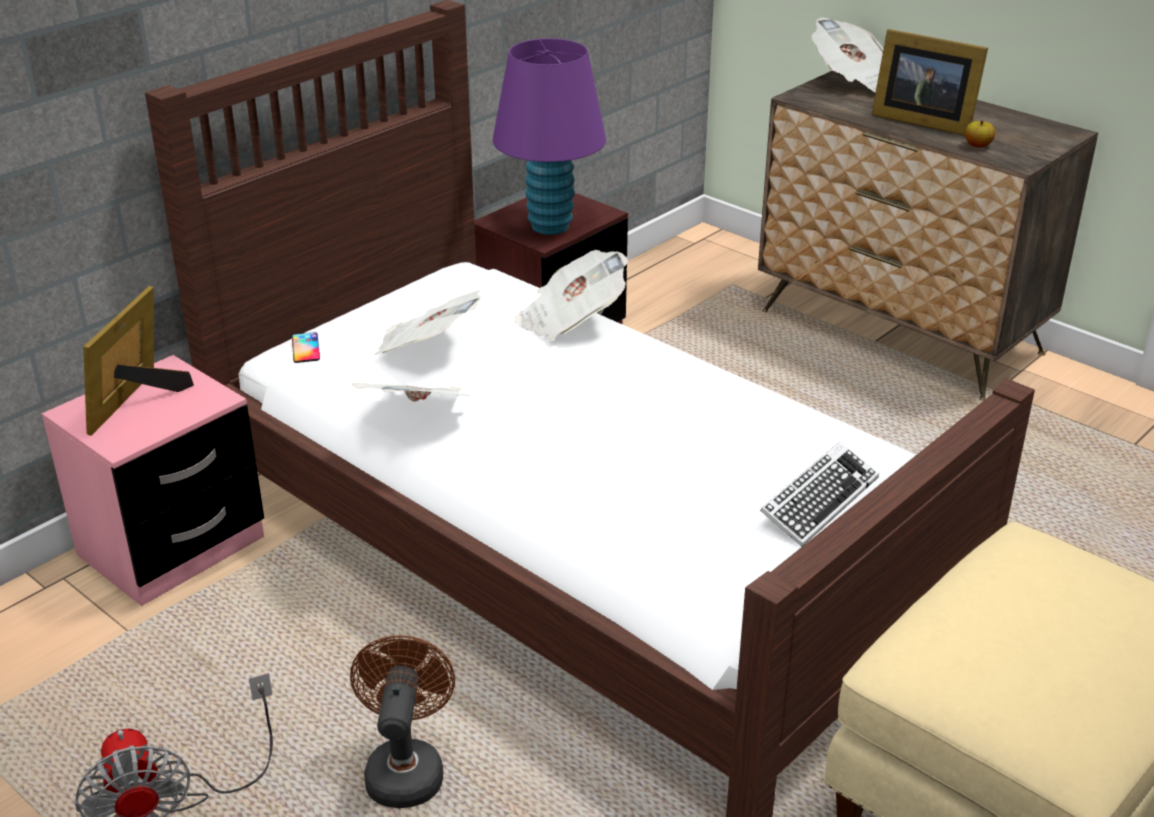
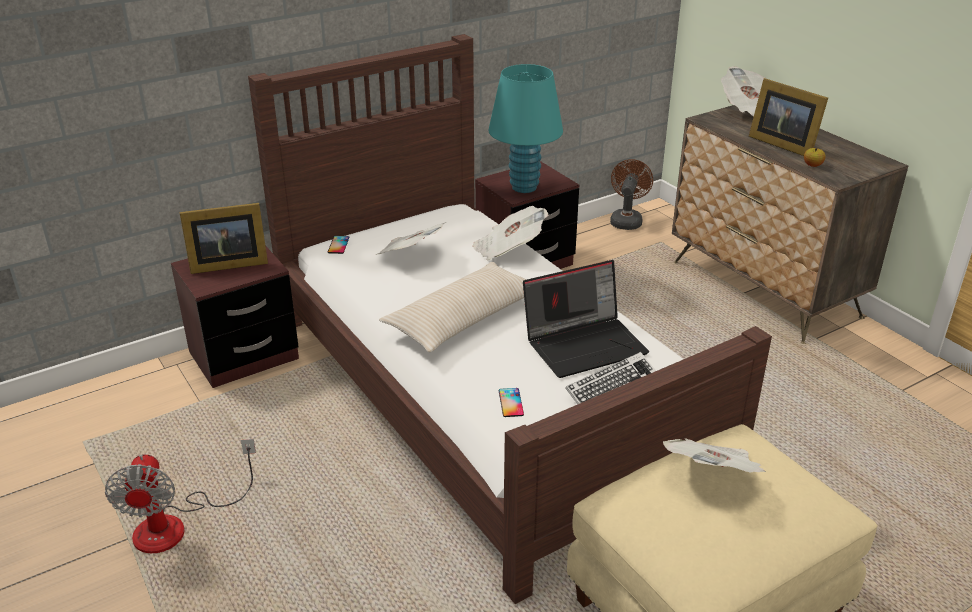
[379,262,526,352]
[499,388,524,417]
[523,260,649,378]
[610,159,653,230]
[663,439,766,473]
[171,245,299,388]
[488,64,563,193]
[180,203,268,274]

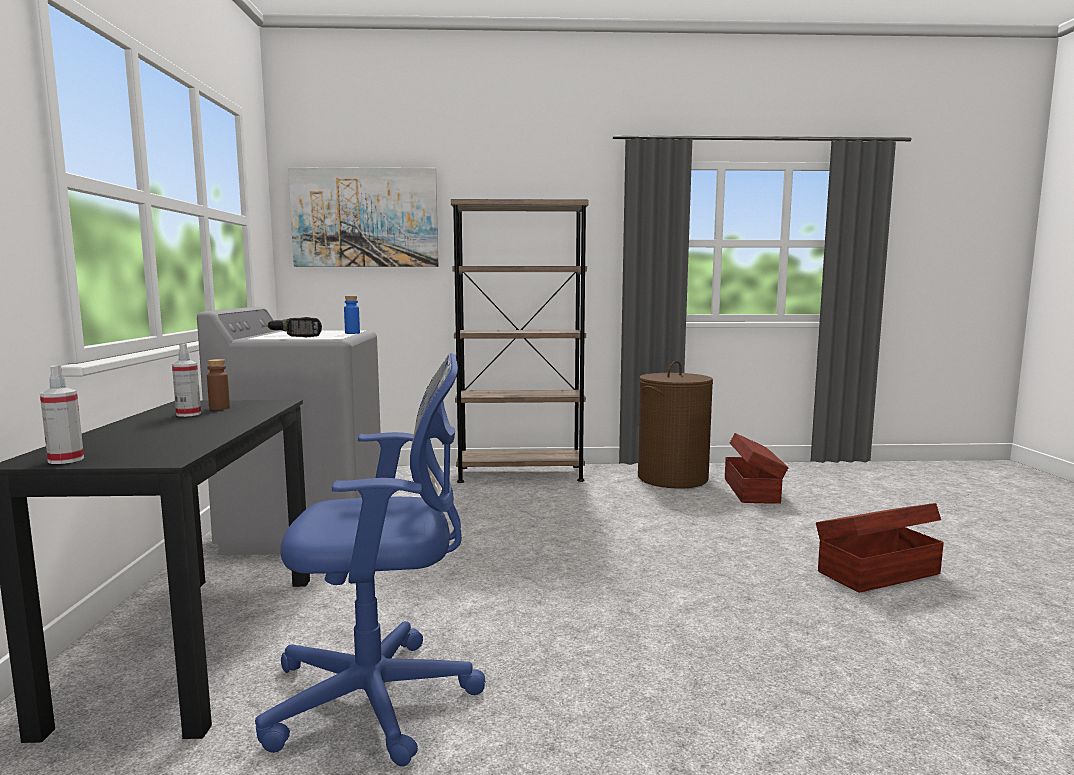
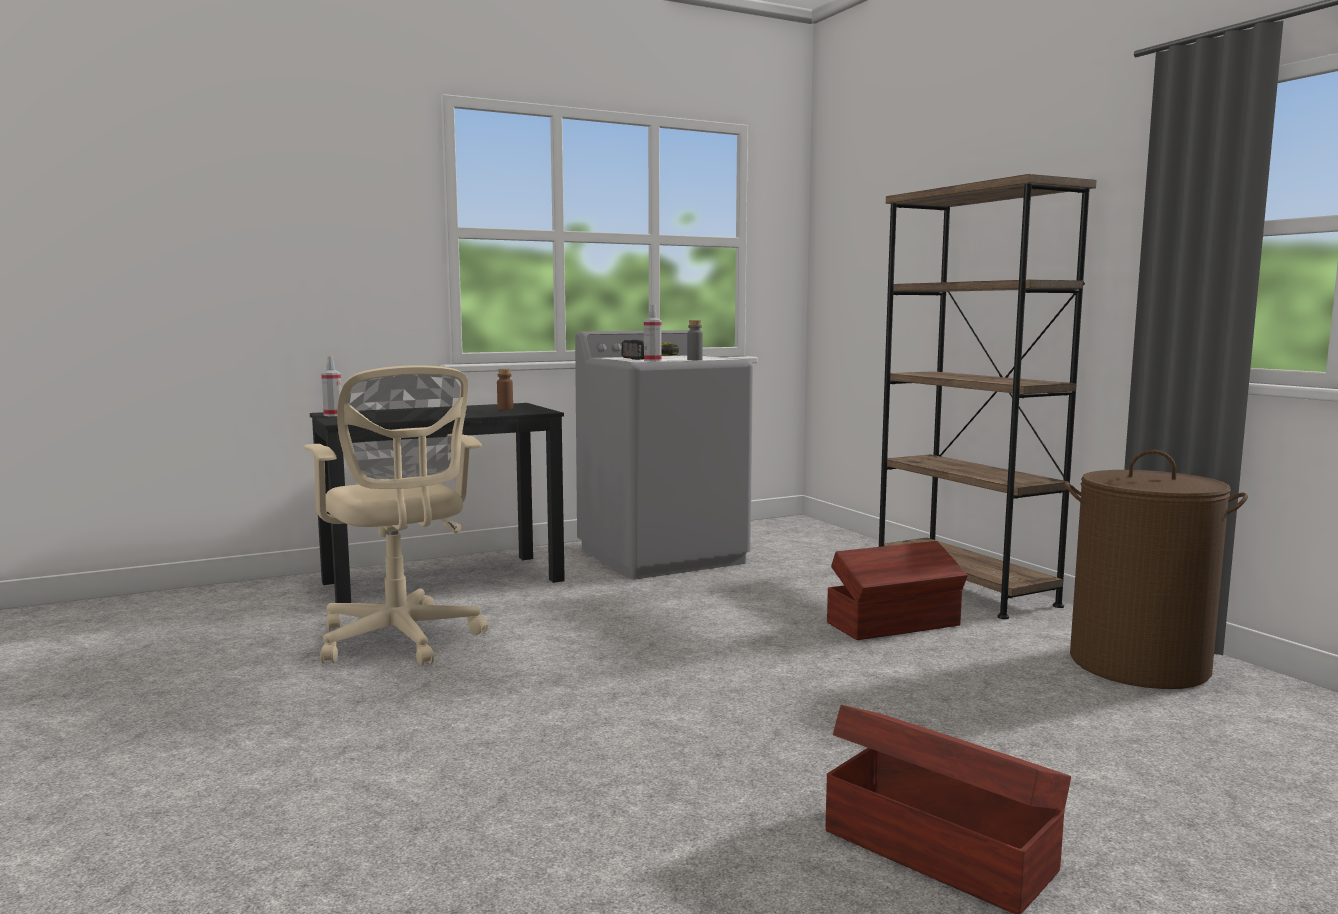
[288,167,438,267] (first image)
[644,305,661,362]
[827,541,968,640]
[304,365,488,666]
[687,320,703,360]

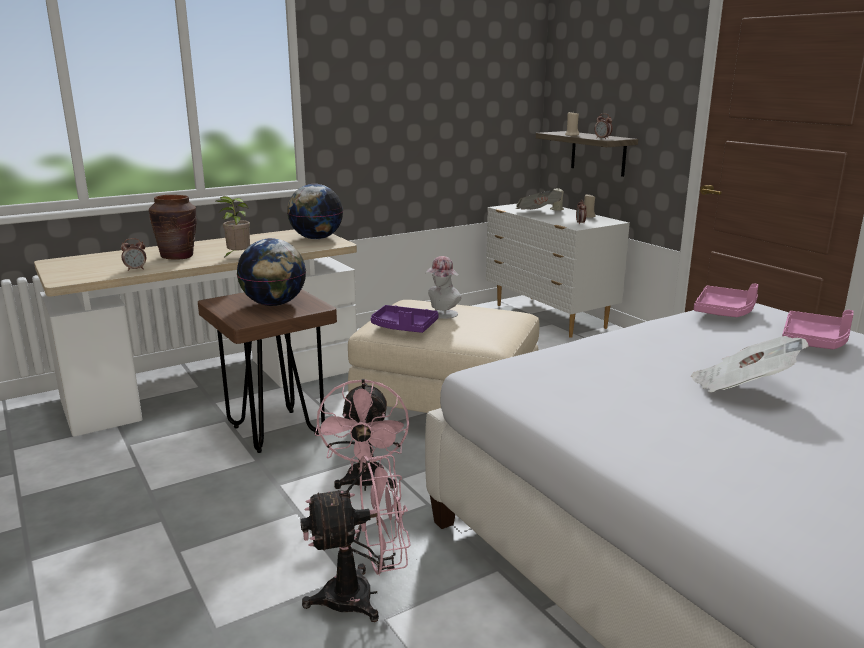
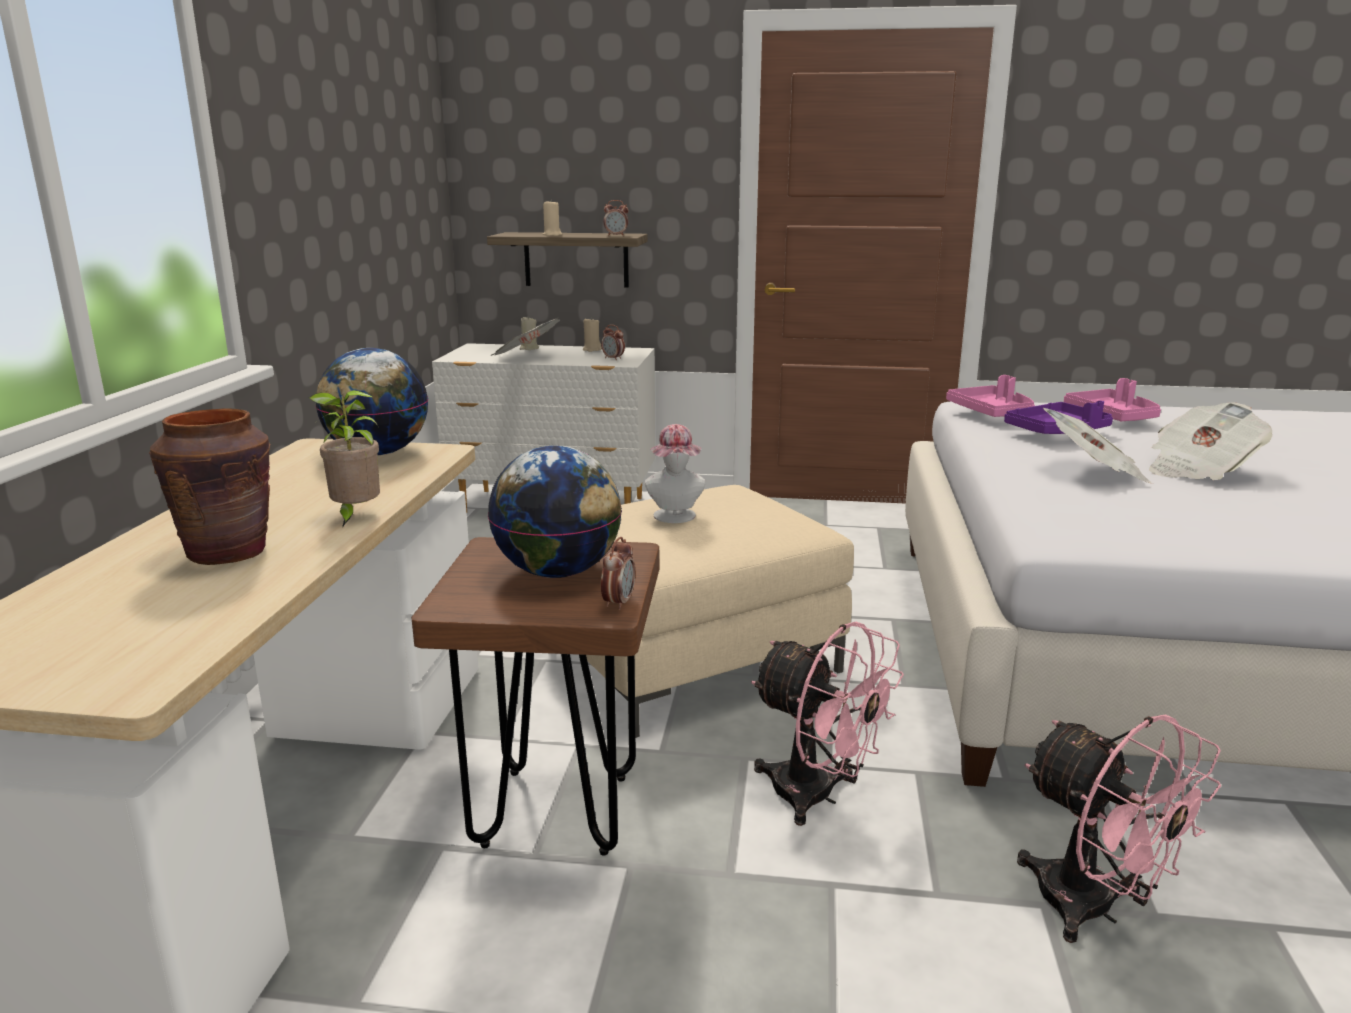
[1043,408,1153,484]
[601,537,635,611]
[1004,401,1113,434]
[1017,714,1221,943]

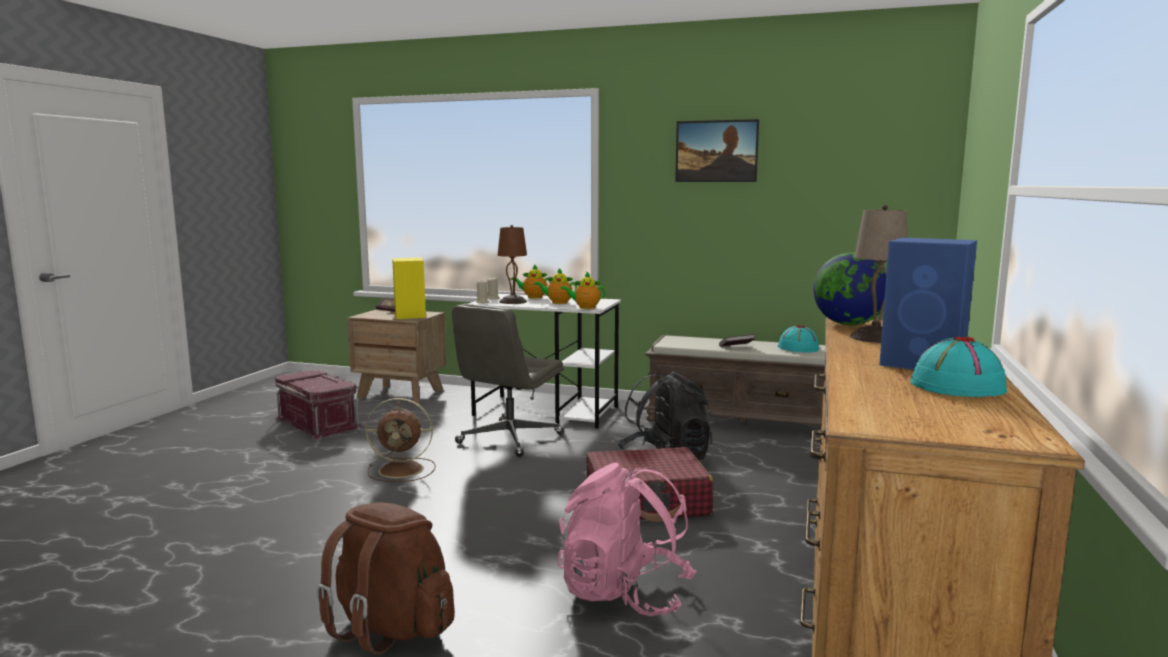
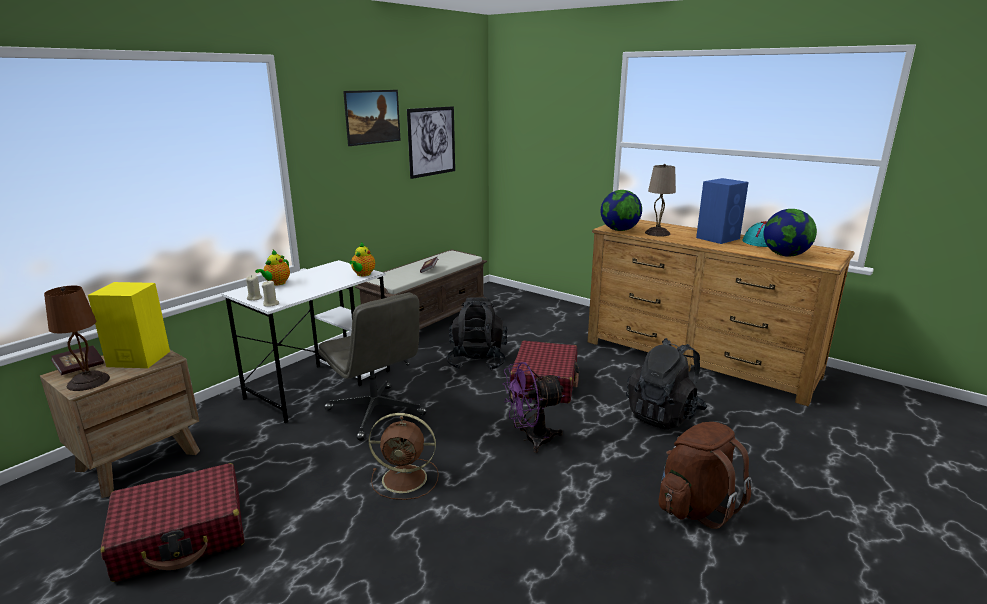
[534,268,577,304] (first image)
[778,325,819,352] (first image)
[407,106,455,179]
[503,362,565,453]
[764,209,817,257]
[44,286,110,391]
[101,463,245,582]
[626,338,707,430]
[368,413,439,500]

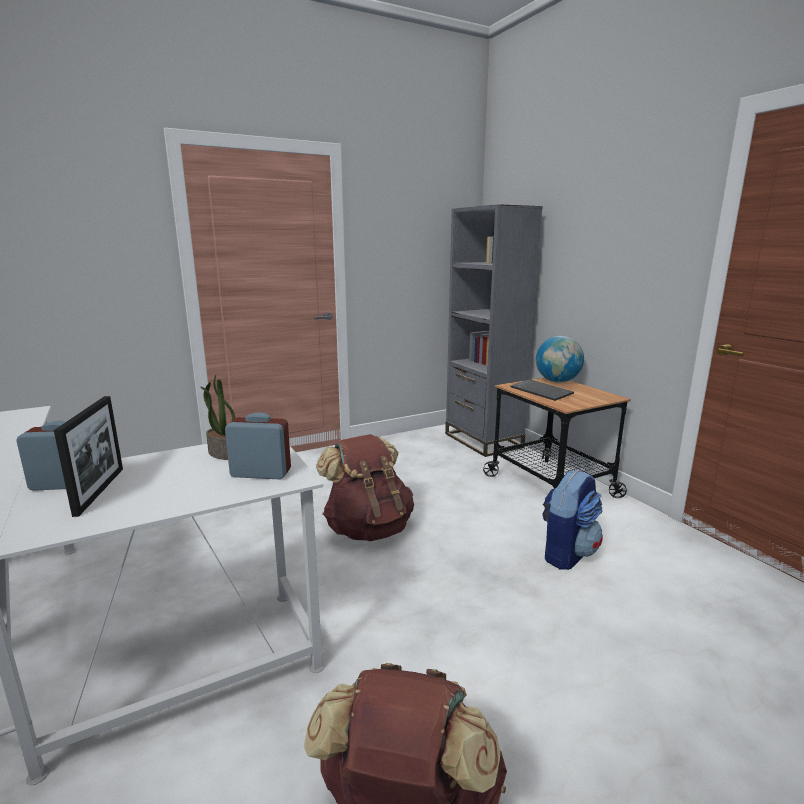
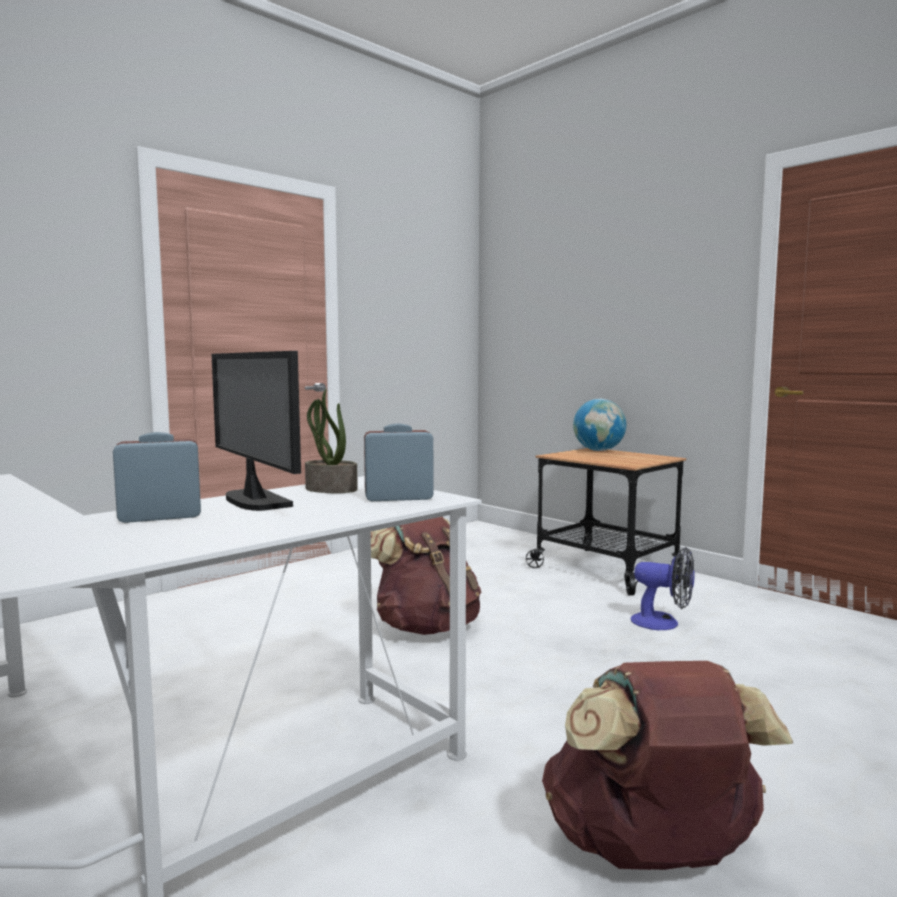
[54,396,123,517] (first image)
[445,204,543,457] (first image)
[511,379,574,401] (first image)
[212,351,301,511]
[631,547,695,630]

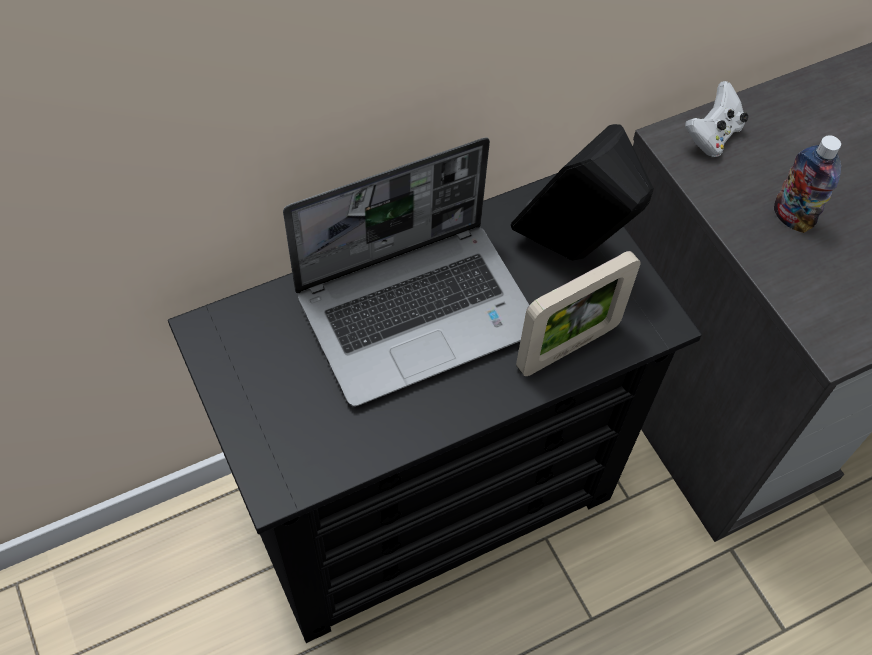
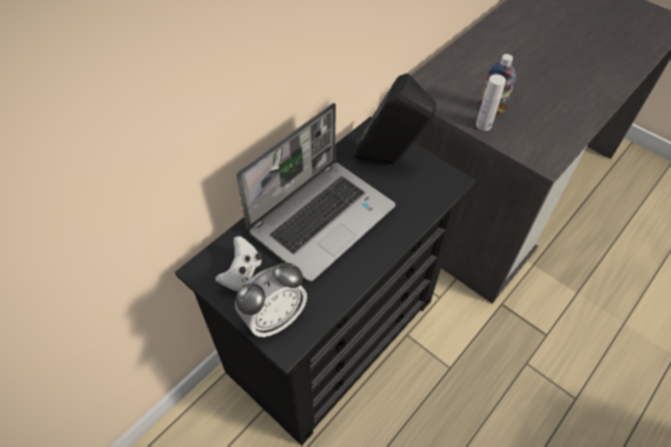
[516,251,641,376] (first image)
[235,262,307,338]
[476,74,506,131]
[215,236,262,292]

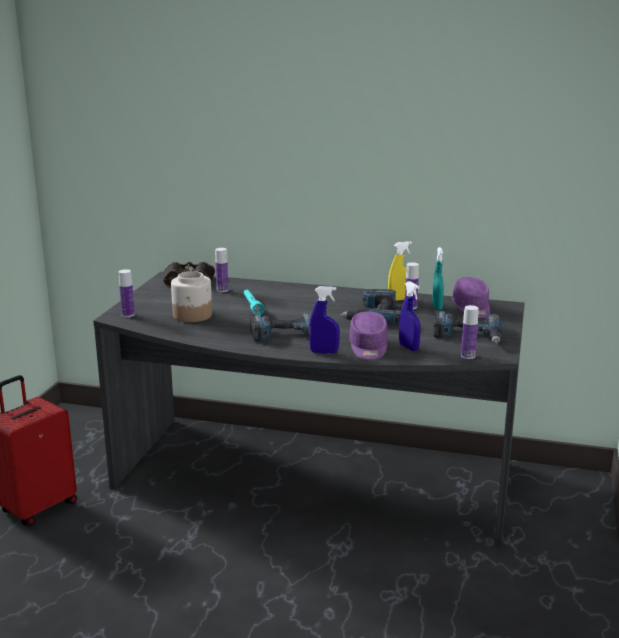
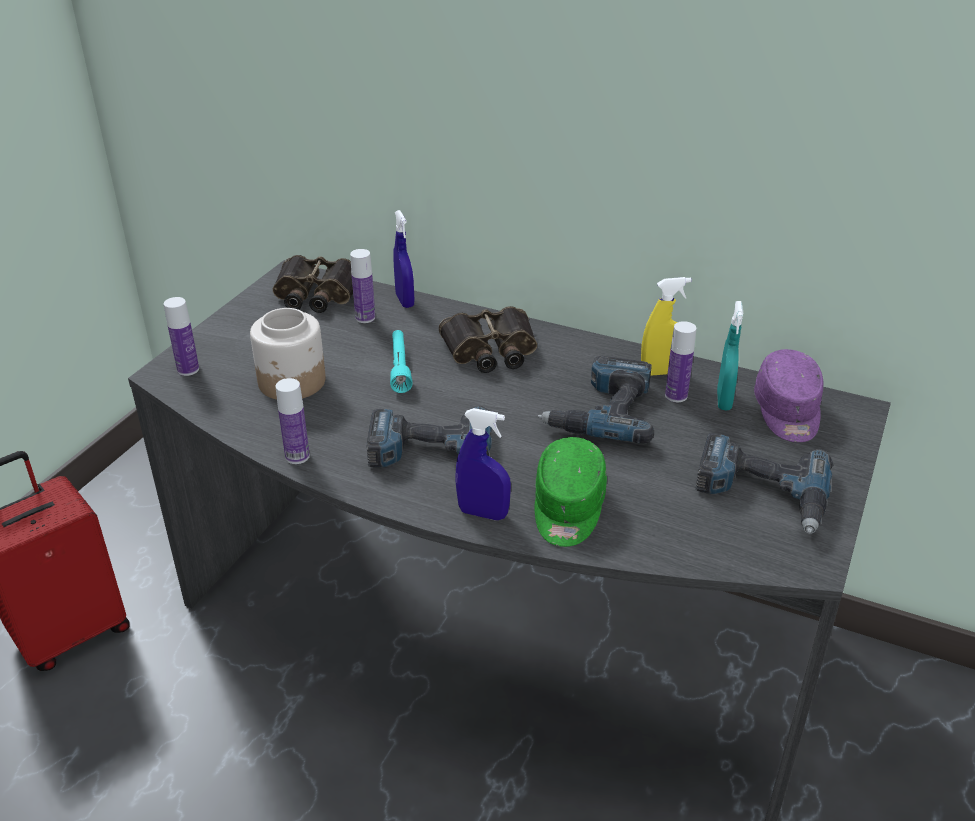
[439,306,537,373]
[394,210,414,308]
[276,378,310,464]
[535,437,607,547]

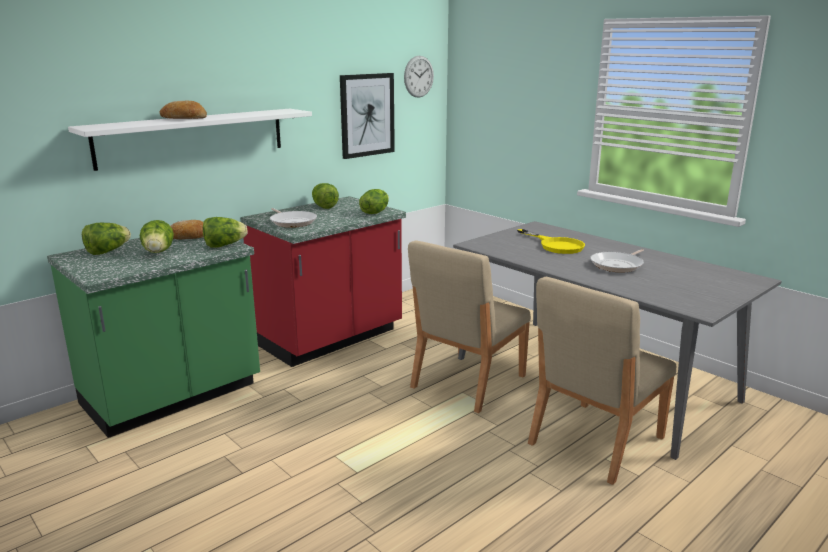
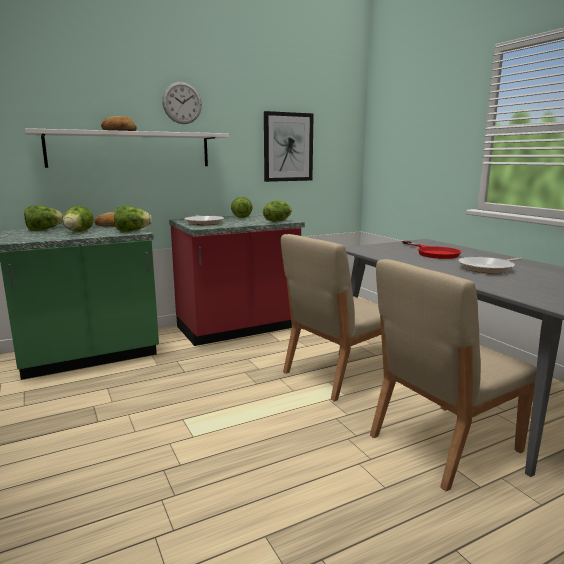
[162,82,202,124]
[402,241,461,259]

